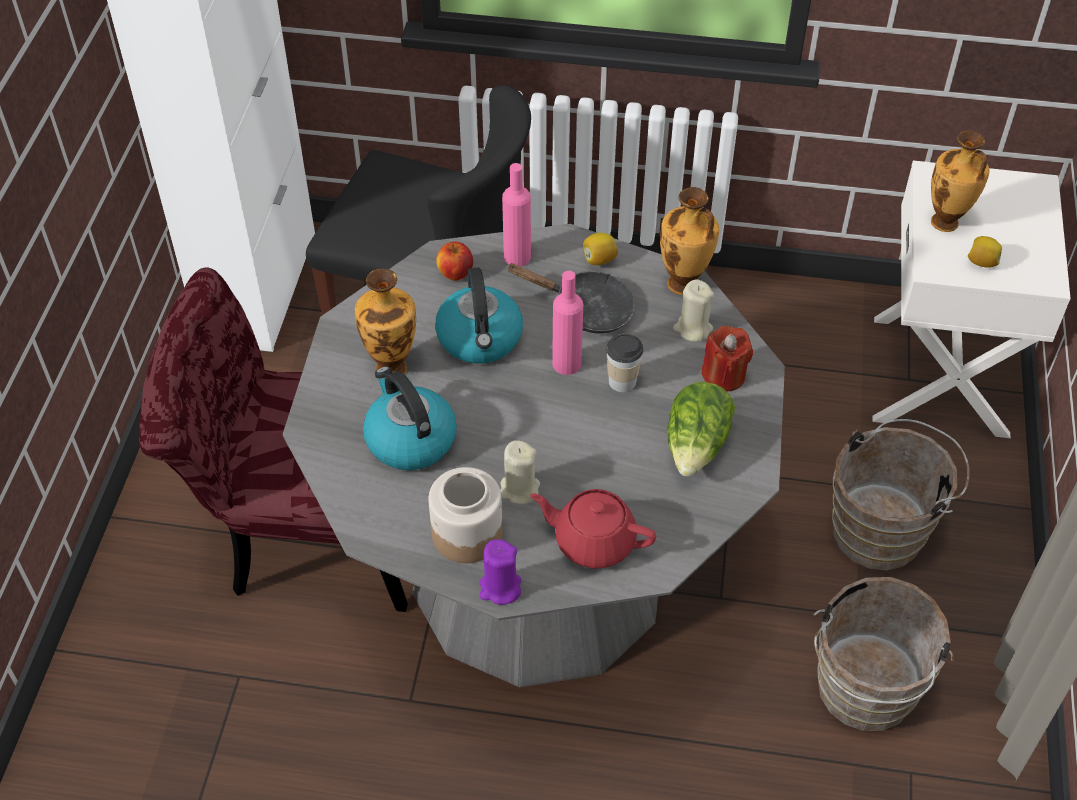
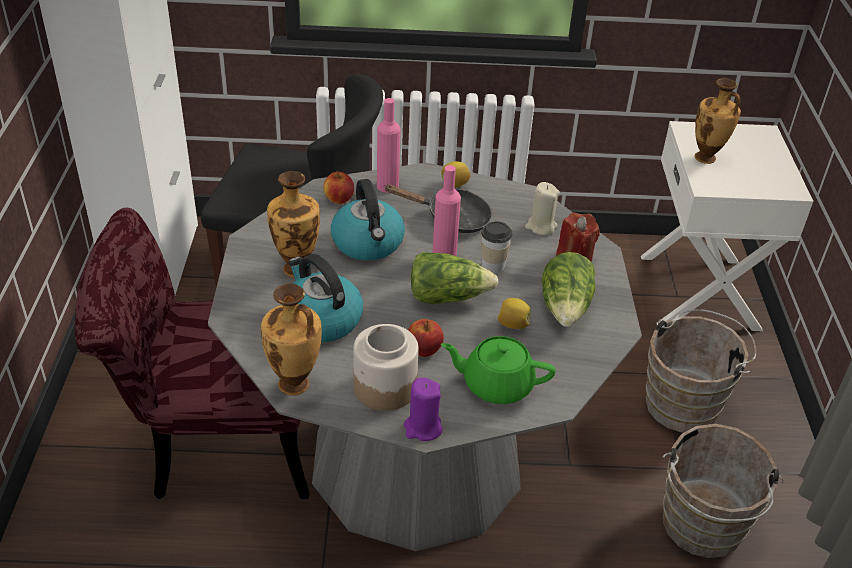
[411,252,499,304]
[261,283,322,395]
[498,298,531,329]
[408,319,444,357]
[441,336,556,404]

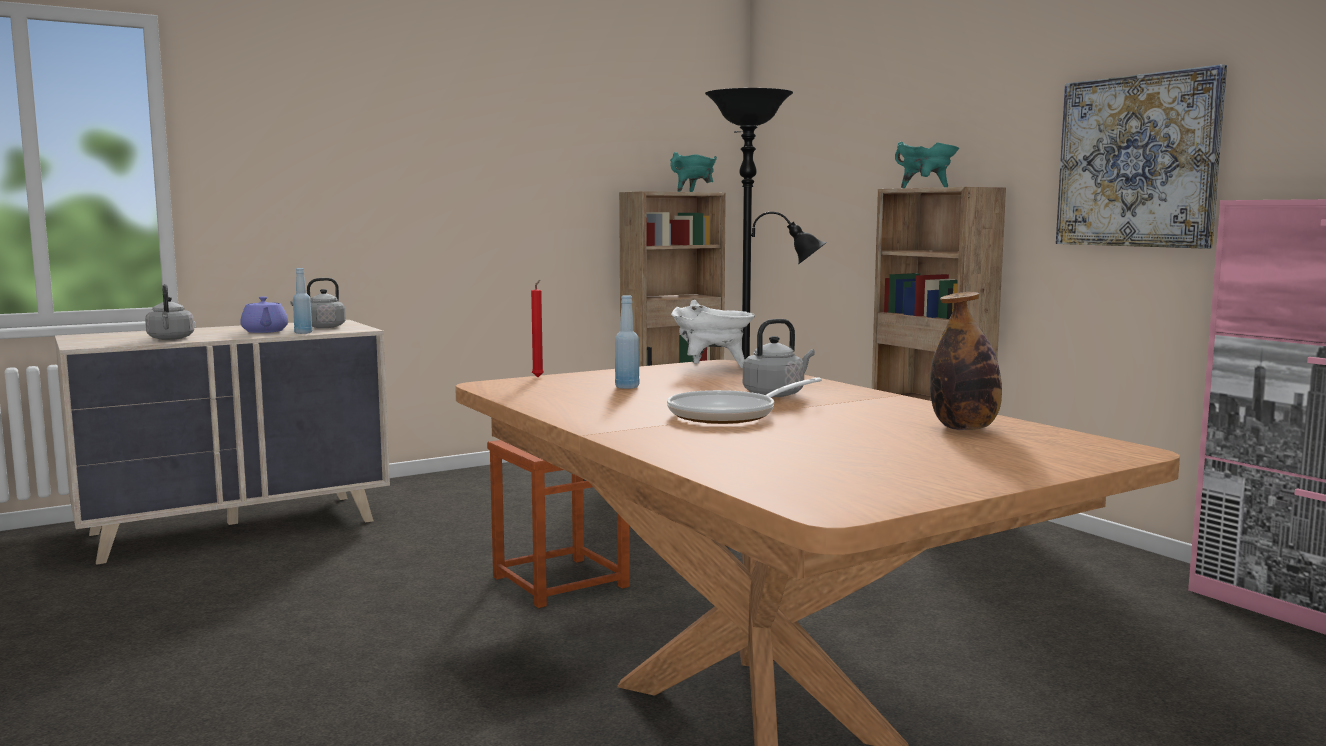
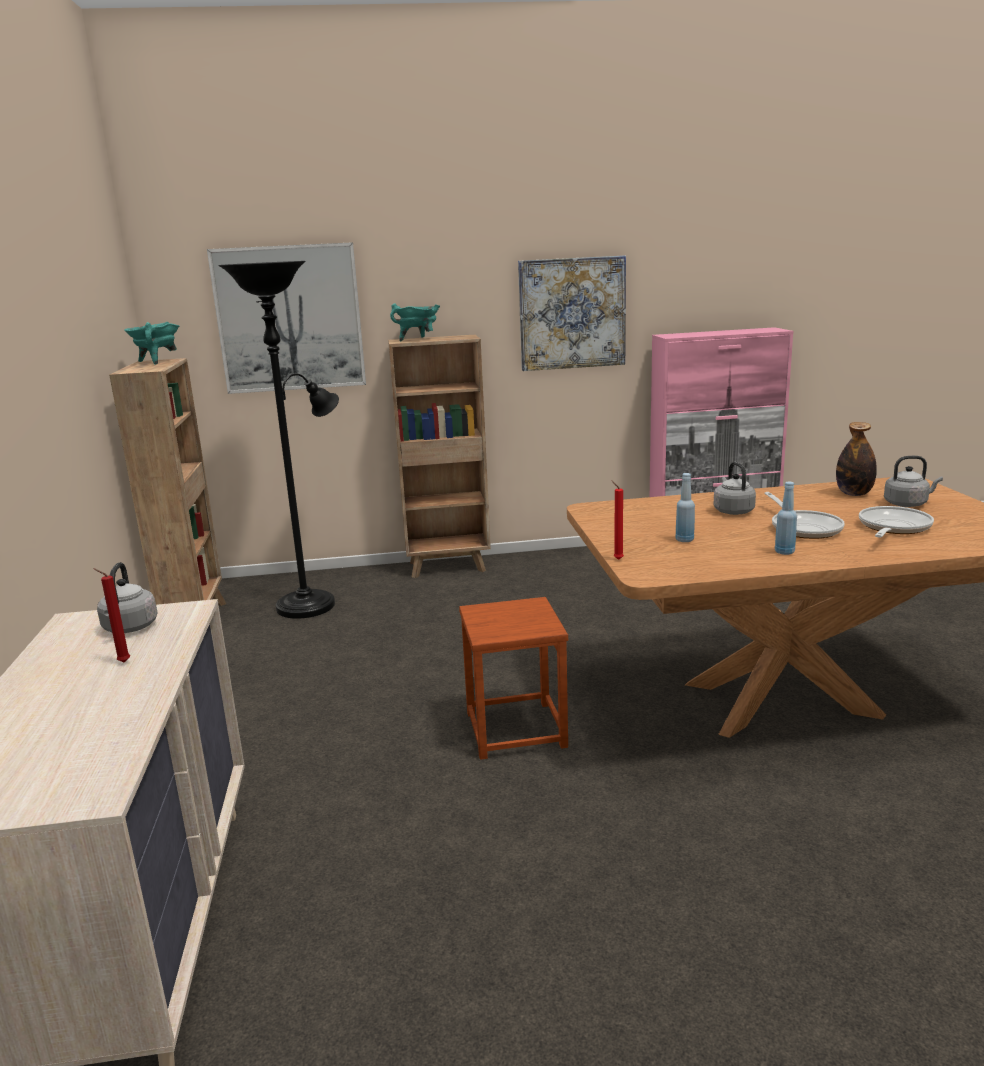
[671,300,755,368] (first image)
[207,242,366,394]
[859,506,934,538]
[884,456,943,507]
[775,482,797,555]
[93,568,130,663]

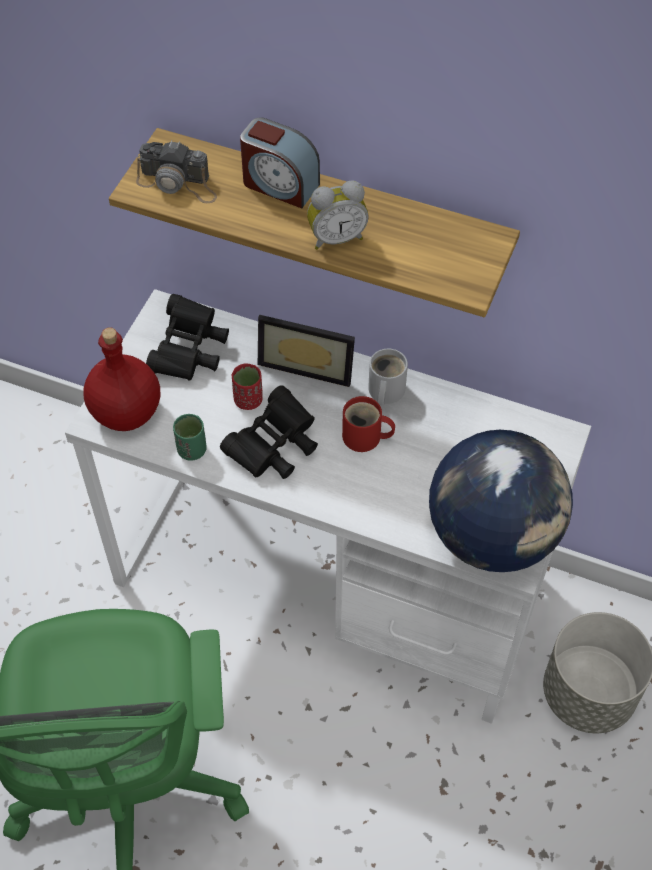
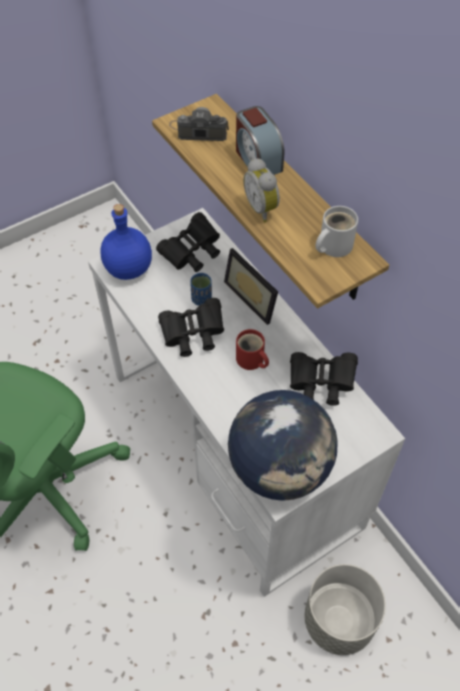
[173,414,206,461] (first image)
[290,352,358,406]
[316,206,358,257]
[101,204,152,280]
[190,272,212,306]
[169,107,229,141]
[243,158,280,223]

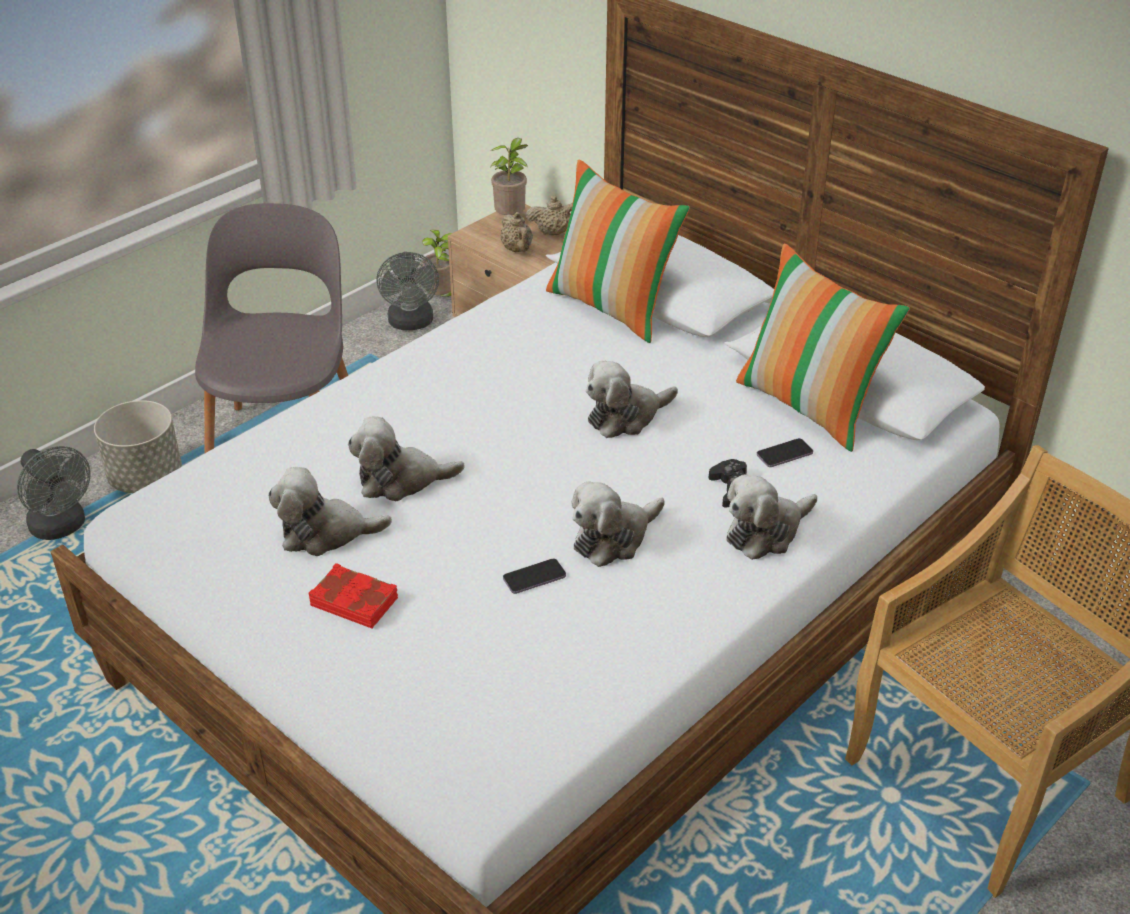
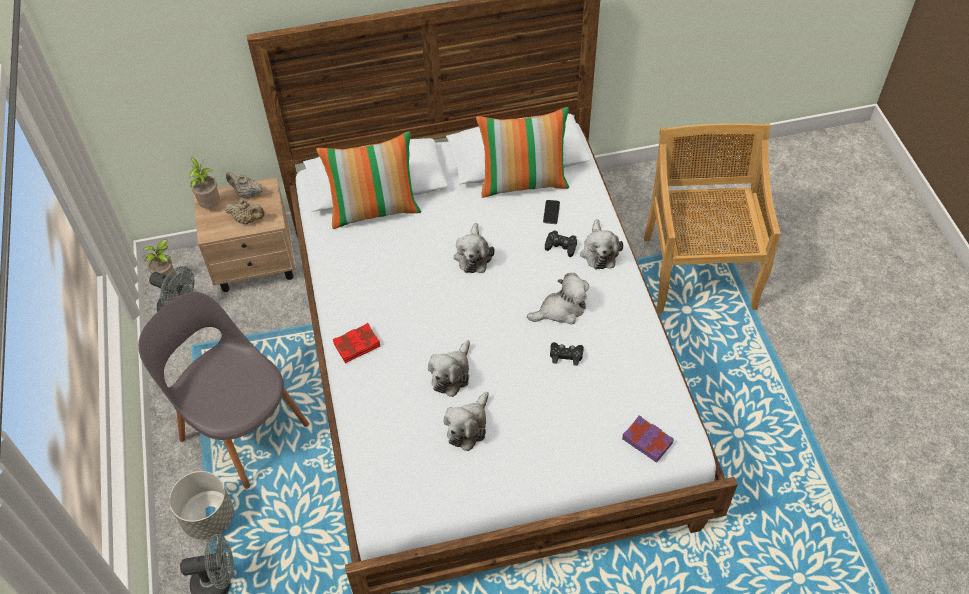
[622,415,674,463]
[333,323,380,363]
[550,342,584,366]
[226,172,263,199]
[527,273,590,325]

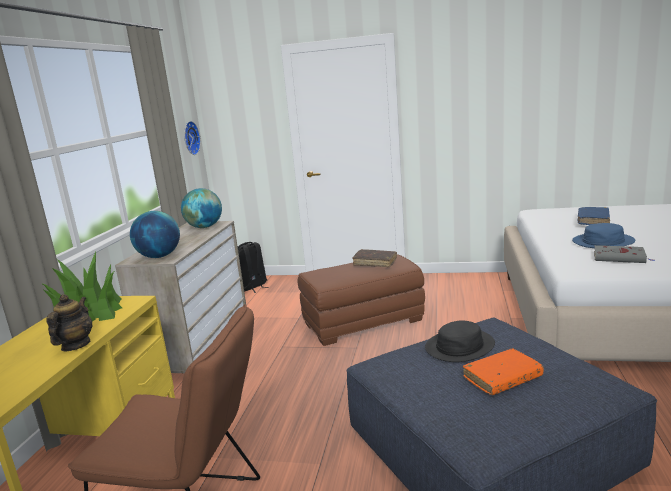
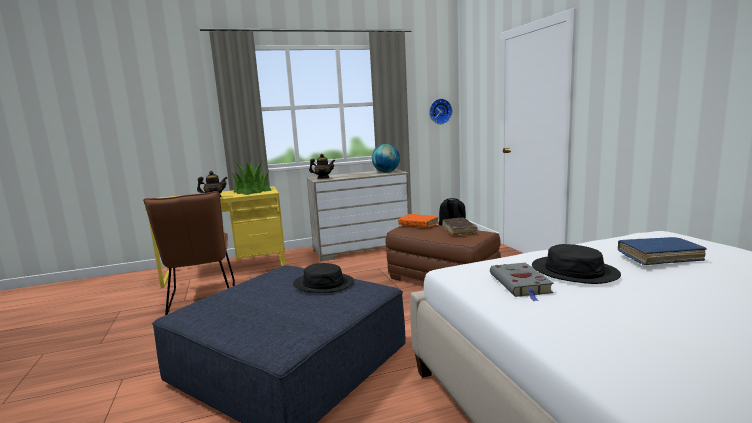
[398,214,439,227]
[309,154,335,179]
[532,244,621,284]

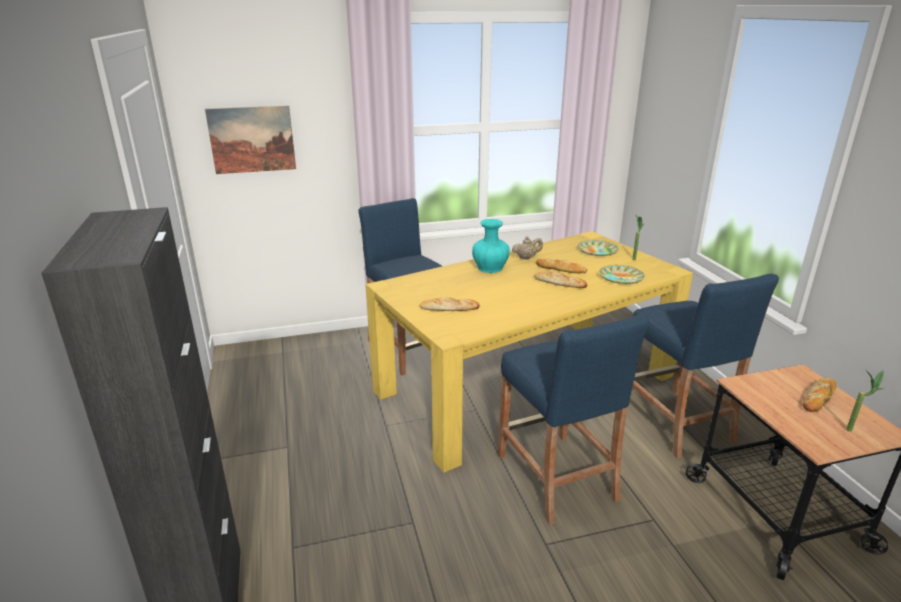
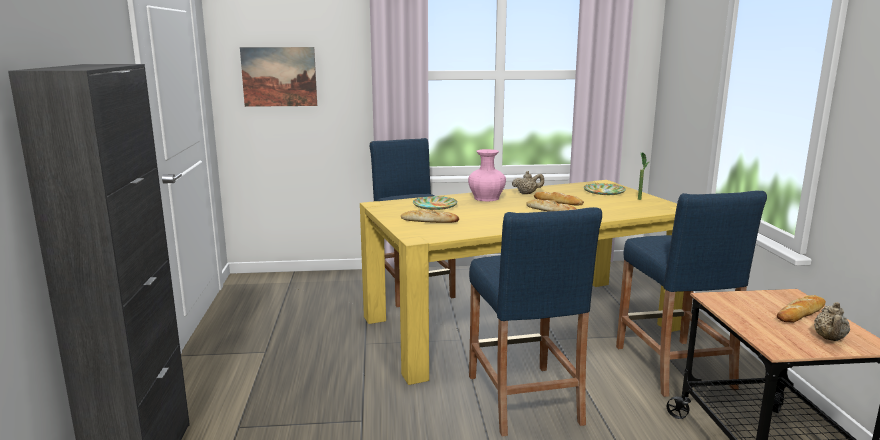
[413,196,458,210]
[814,302,850,341]
[468,149,506,201]

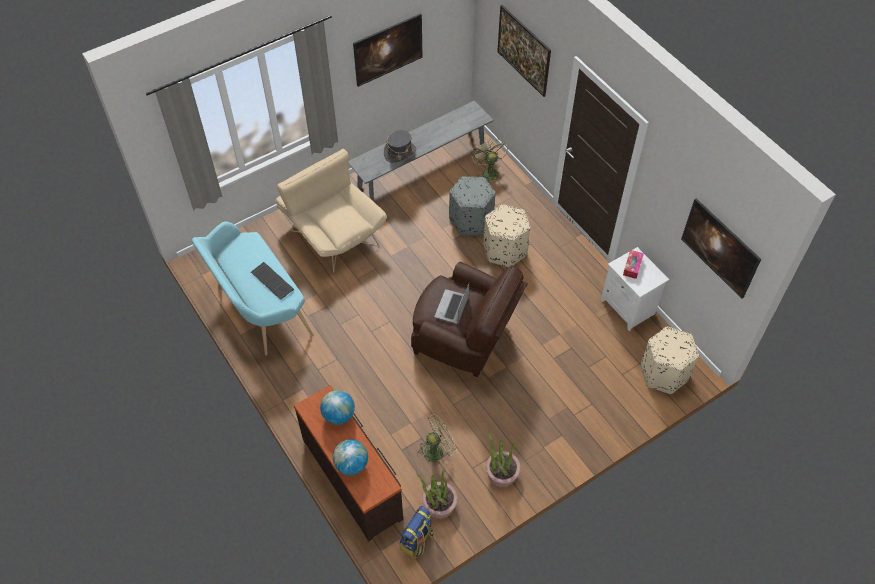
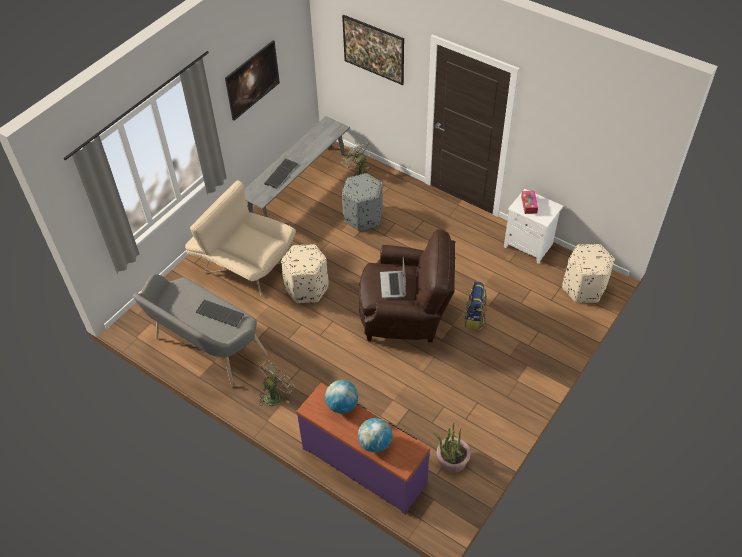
[486,432,521,487] (first image)
[681,198,761,299] (first image)
[464,281,487,330]
[259,360,295,406]
[281,244,329,303]
[264,158,298,189]
[133,274,268,387]
[296,383,430,515]

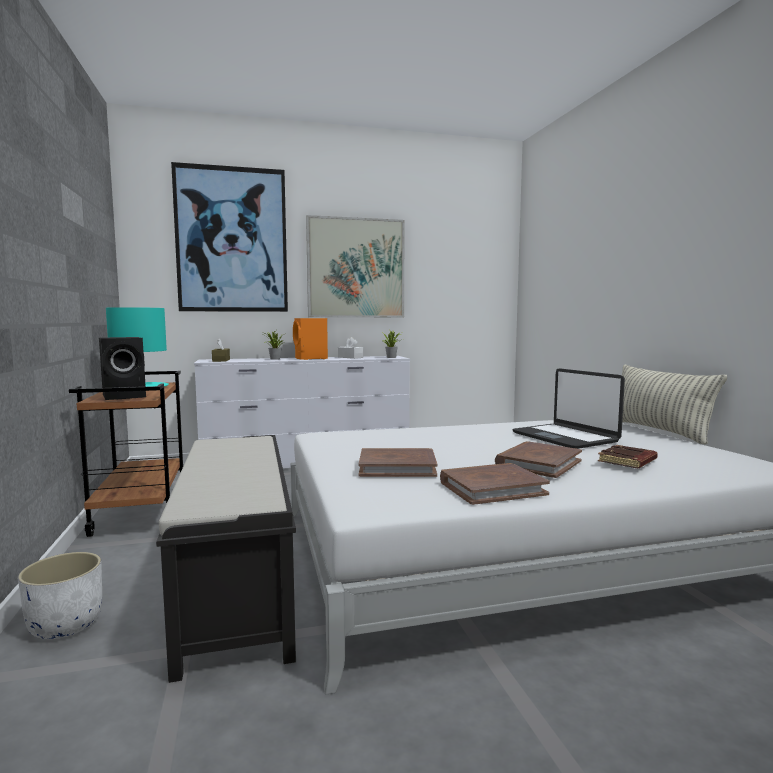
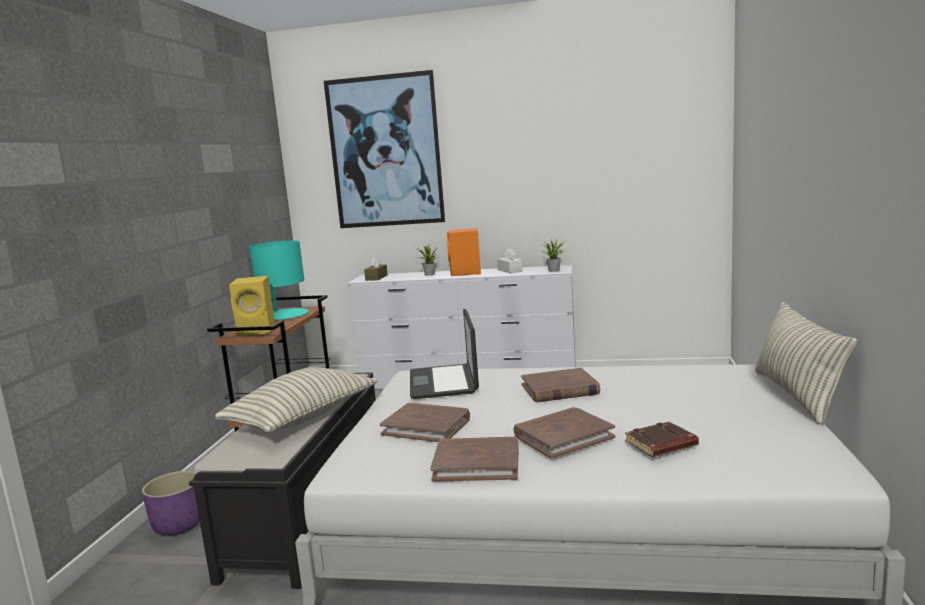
[306,215,405,318] (first image)
[215,367,378,433]
[521,368,600,402]
[410,309,479,399]
[142,471,200,536]
[229,276,275,336]

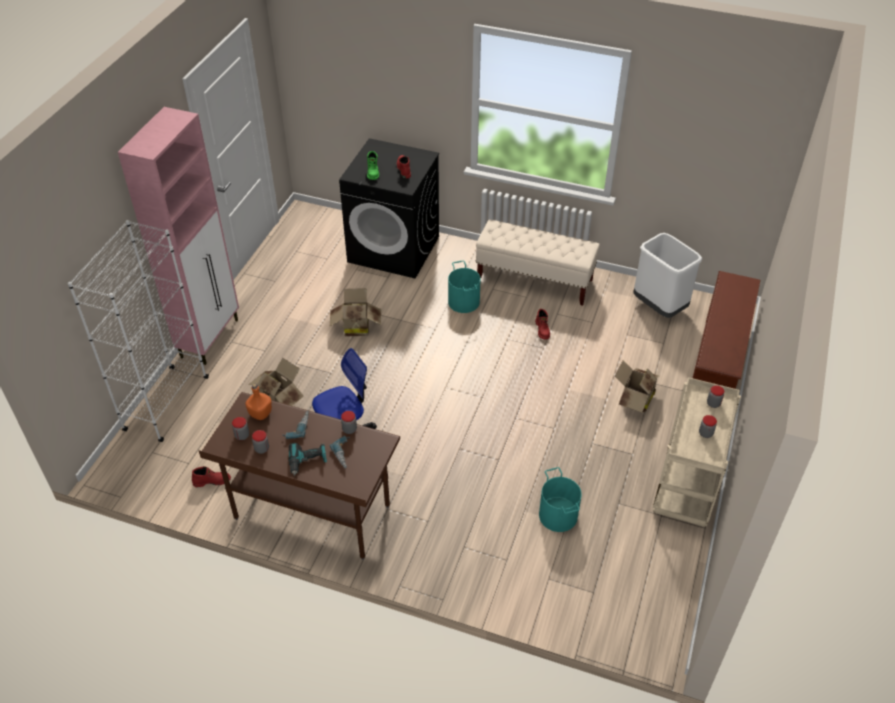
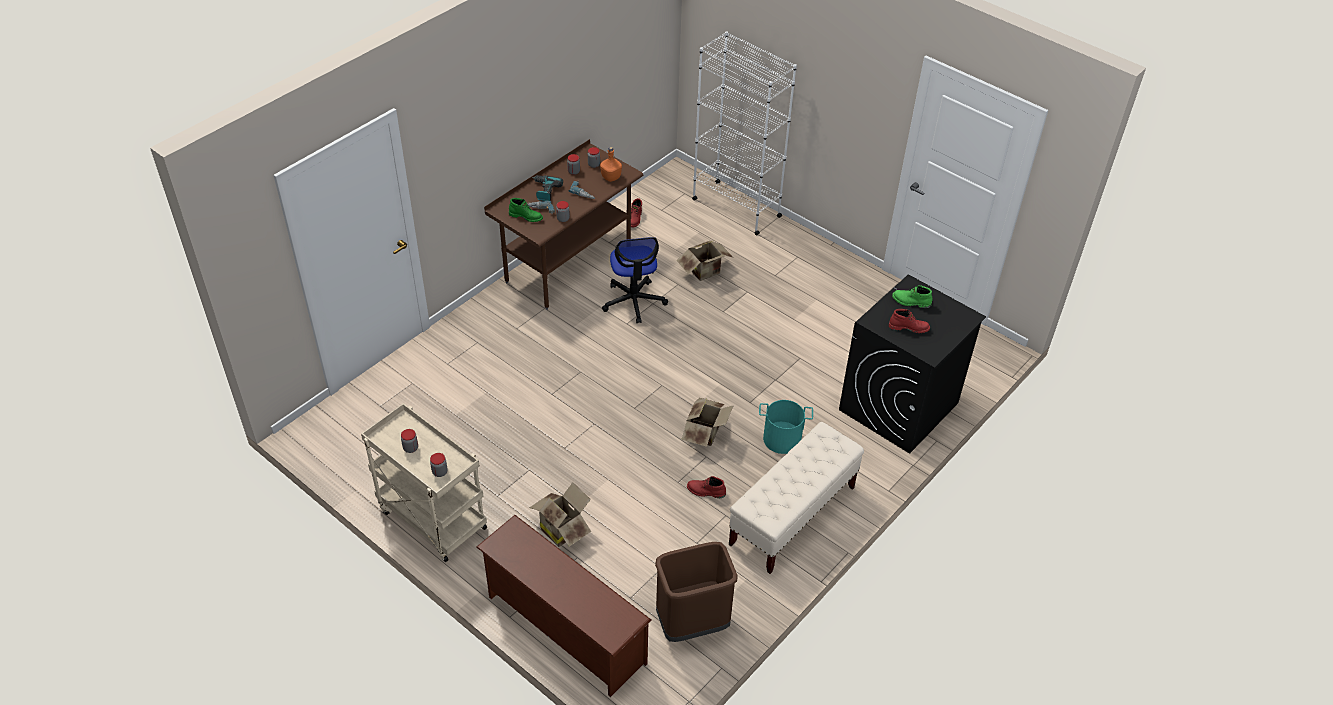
[118,107,239,365] (first image)
[539,467,582,532] (first image)
[509,198,543,222]
[681,398,734,447]
[655,542,738,642]

